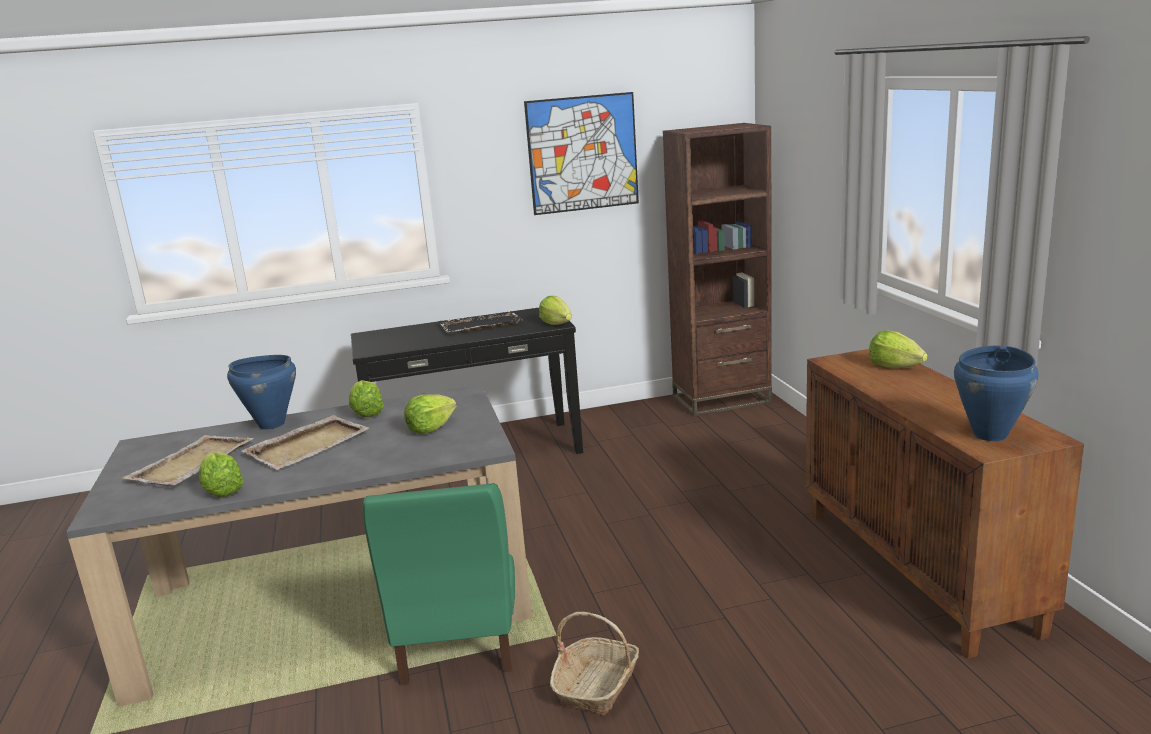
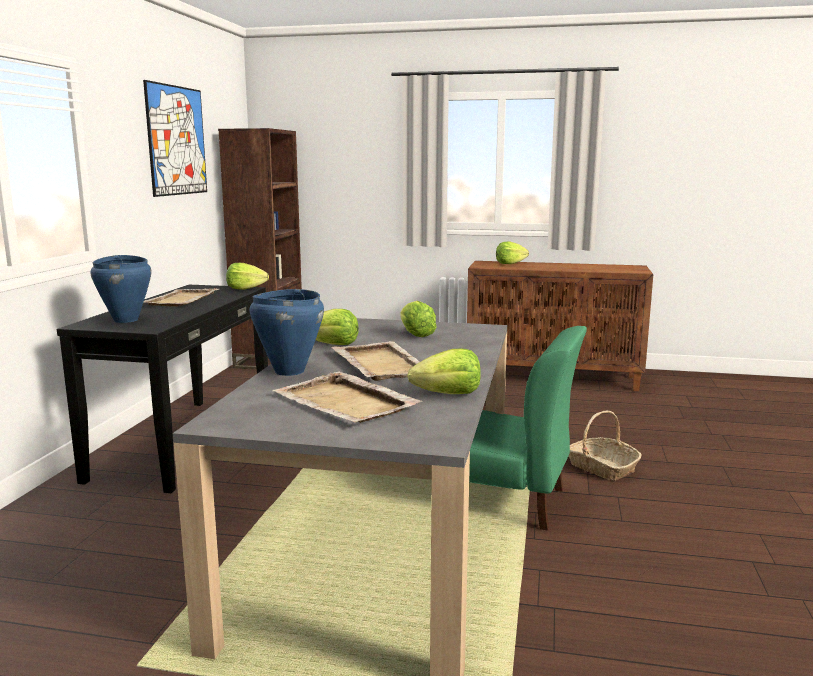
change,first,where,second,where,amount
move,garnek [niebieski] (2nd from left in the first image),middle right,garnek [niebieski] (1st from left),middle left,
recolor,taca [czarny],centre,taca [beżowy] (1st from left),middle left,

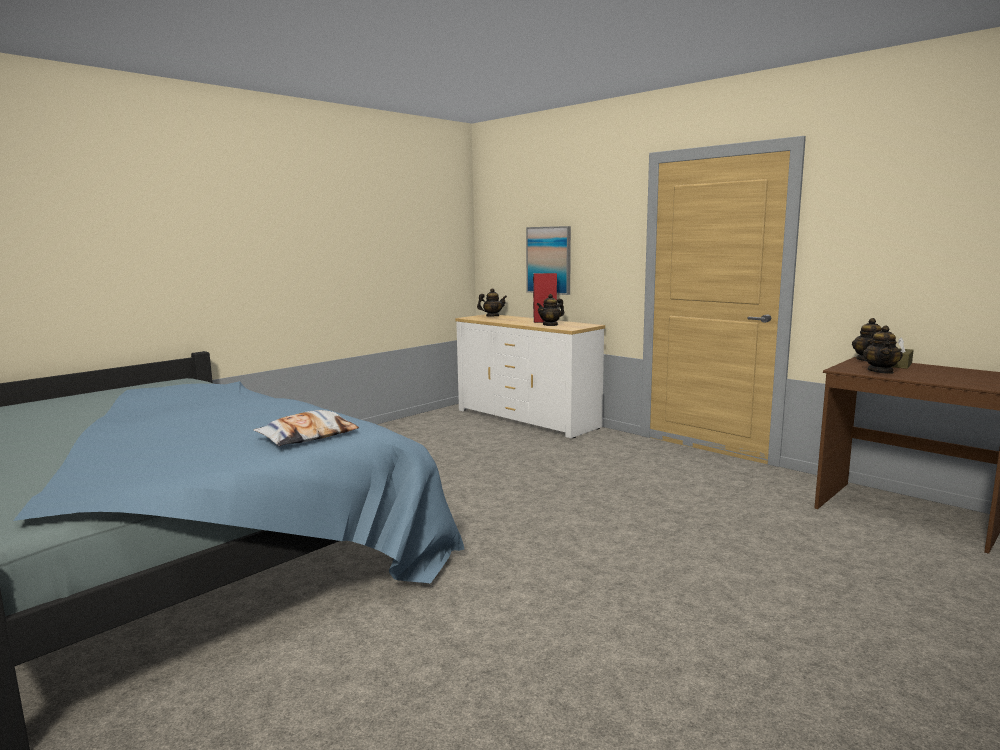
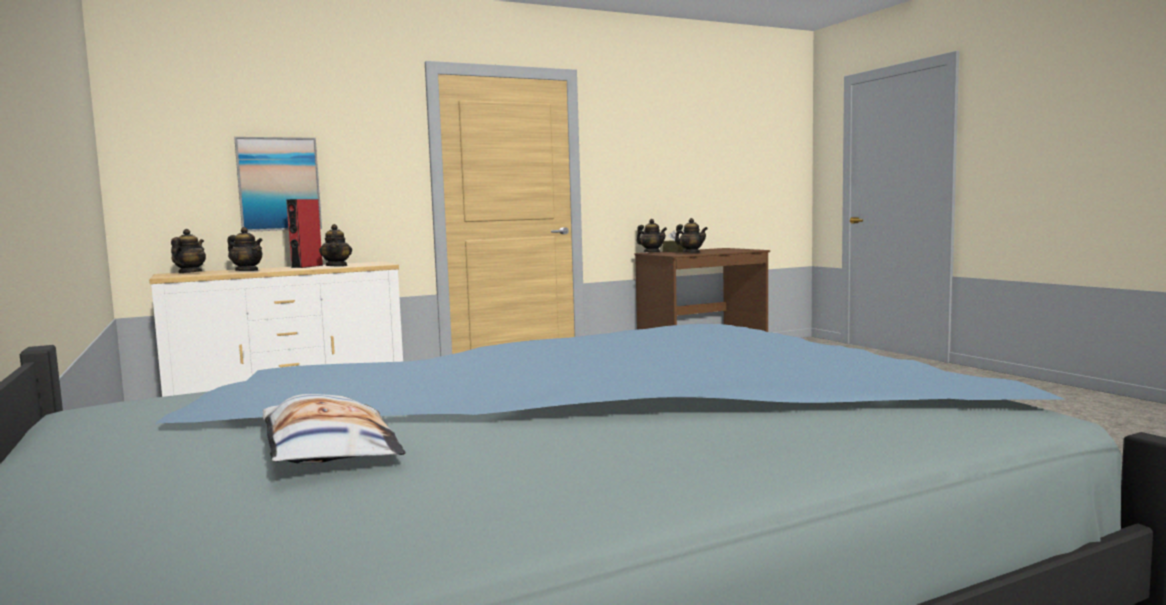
change,first,where,second,where,amount
insert,,,imbryk (2nd from left),middle left,
move,poduszka,middle left,,bottom left,

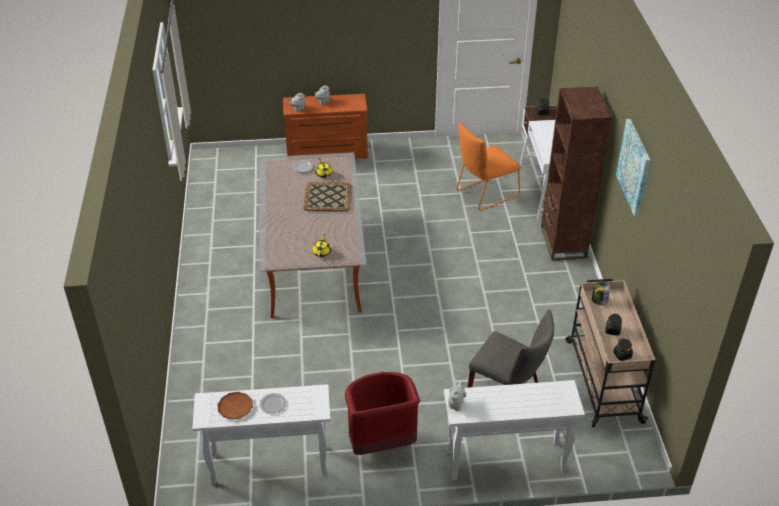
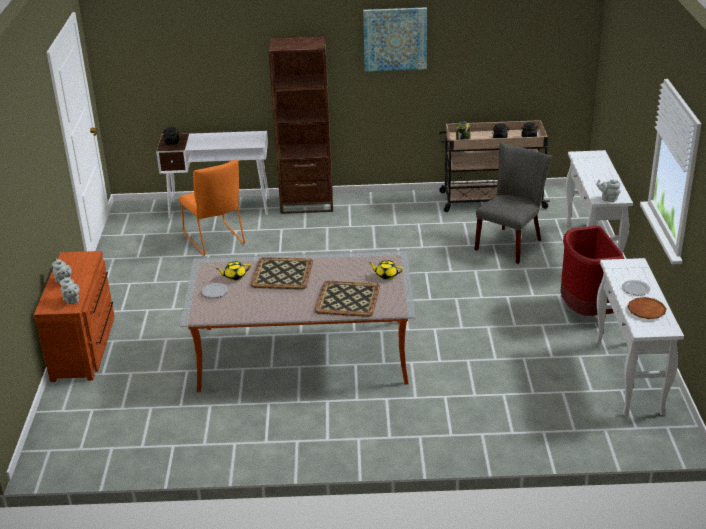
change,first,where,second,where,amount
insert,,,taca (2nd from left),centre,

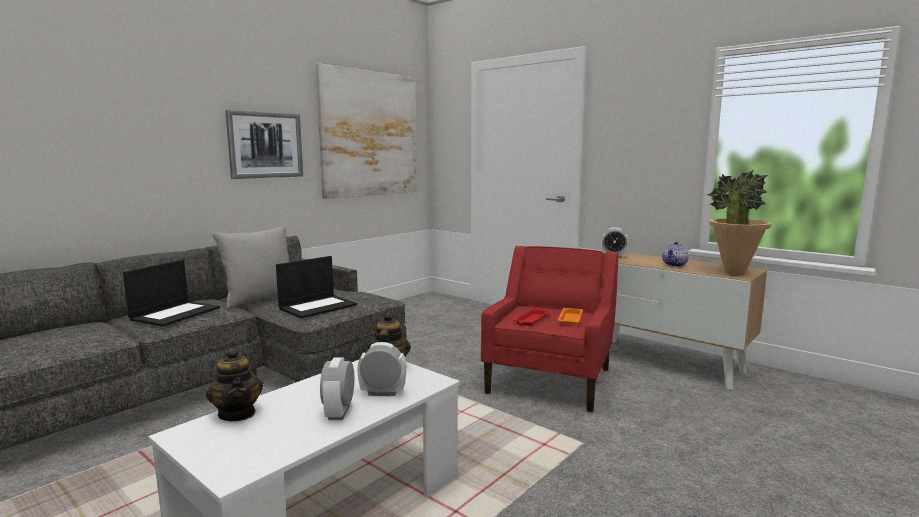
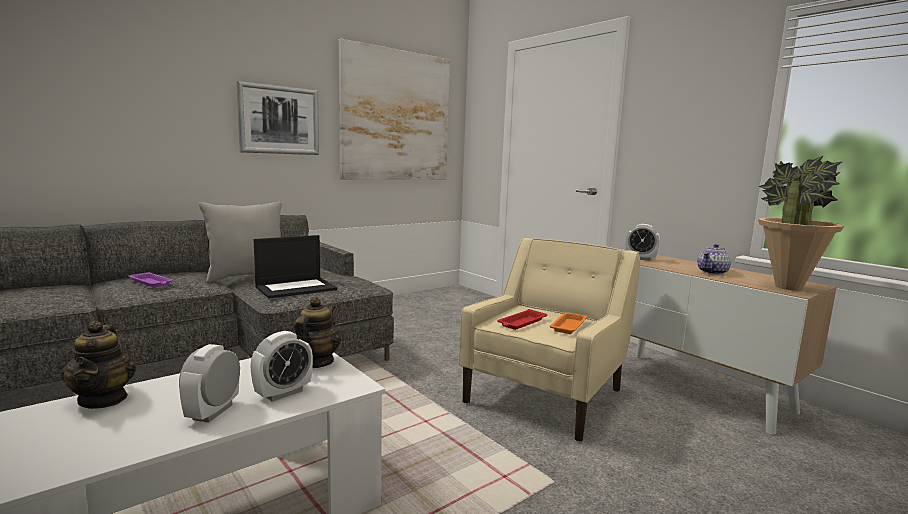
change,first,where,second,where,amount
replace,laptop (1st from left),middle left,taca [fioletowy],middle left,
recolor,fotel [czerwony],centre,fotel [beżowy],centre,
rotate,budzik (2nd from left),bottom centre,,bottom left,120 degrees clockwise

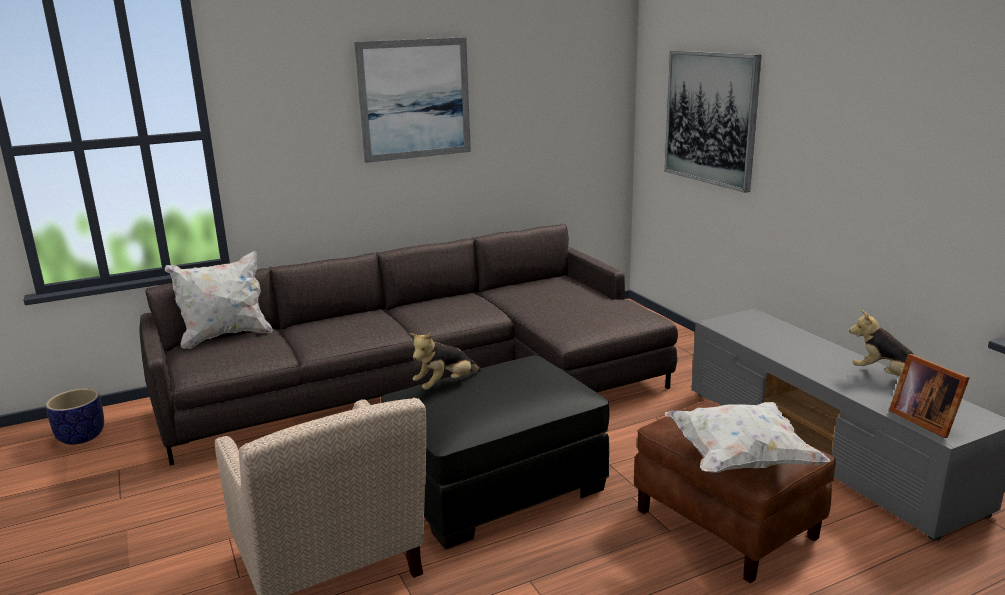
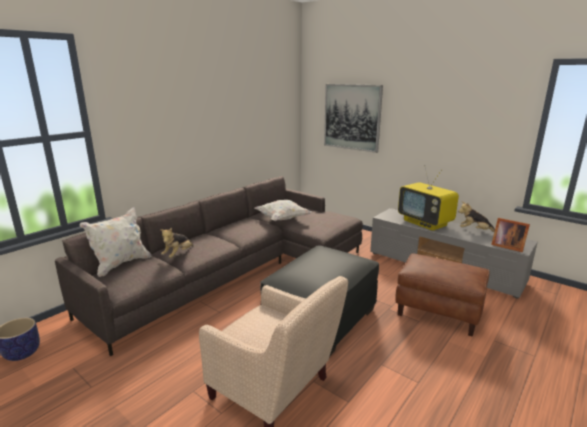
change,first,where,second,where,amount
delete,obraz (1st from left),top centre,,,
insert,,,telewizor,middle right,
move,pluszak (1st from left),centre,,middle left,
move,poduszka [biały] (2nd from left),bottom right,,centre,

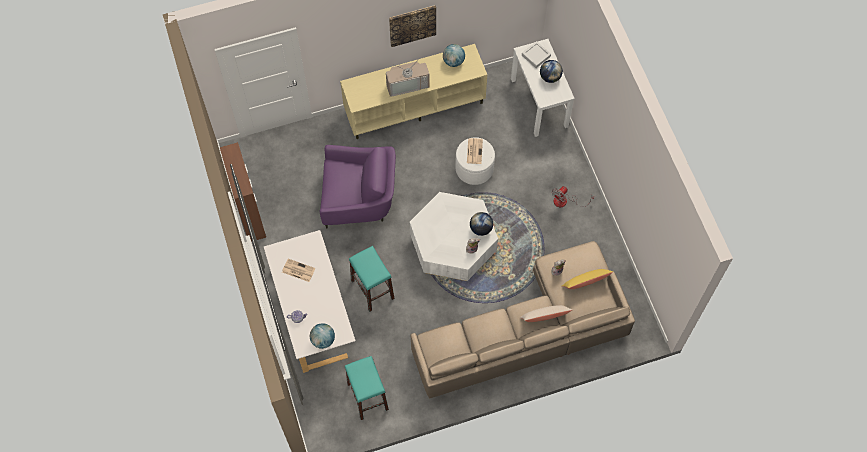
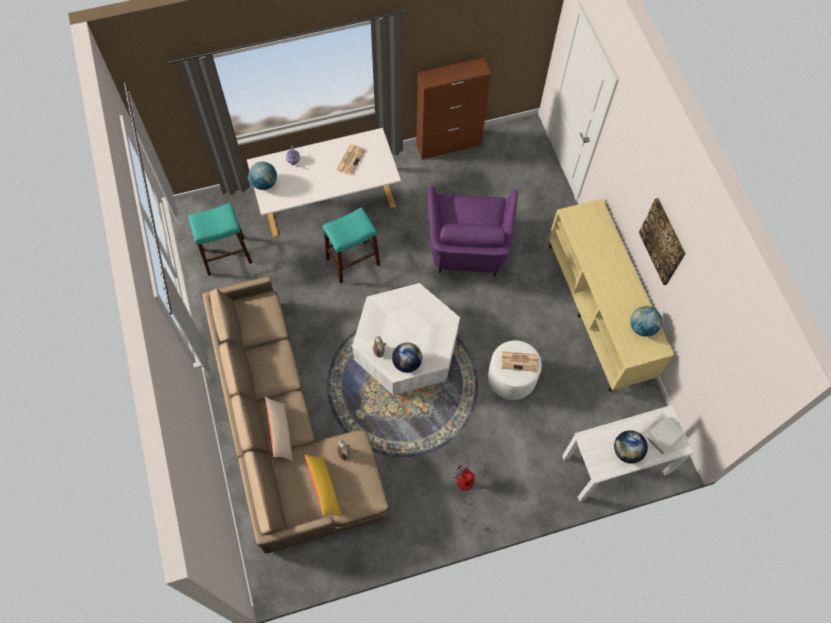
change,first,where,second,where,amount
delete,telewizor,top centre,,,

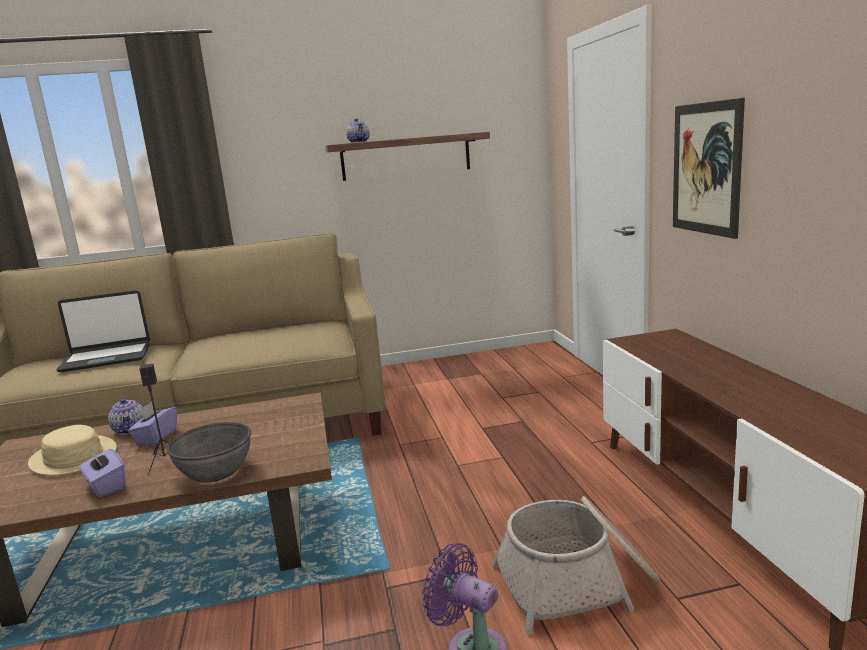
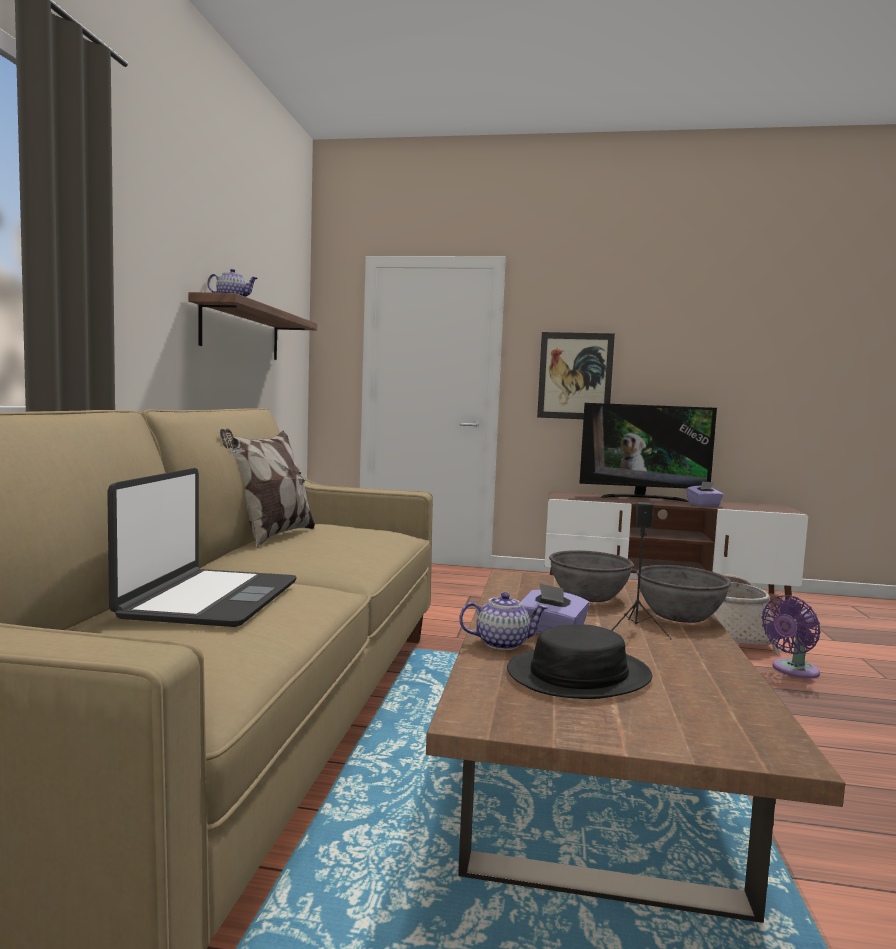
change,first,where,second,where,amount
insert,,,poduszka,middle left,
insert,,,miska [szary] (1st from left),centre,
insert,,,telewizor,middle right,
move,pudełko chusteczek [fioletowy] (1st from left in the first image),bottom left,pudełko chusteczek [fioletowy] (2nd from left),middle right,
recolor,kapelusz [beżowy],bottom left,kapelusz [czarny],bottom centre,

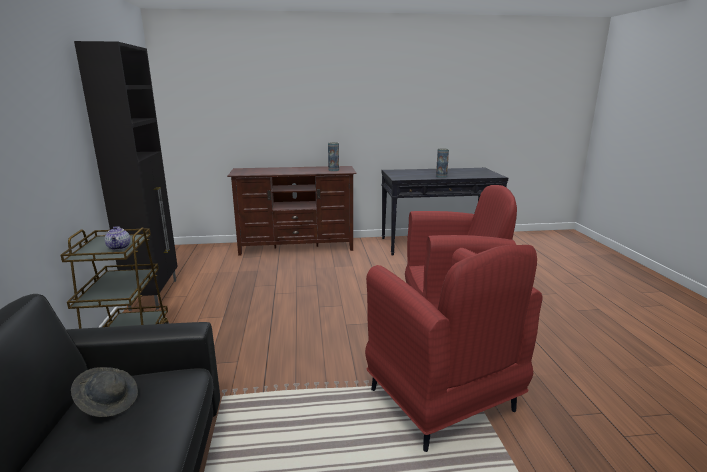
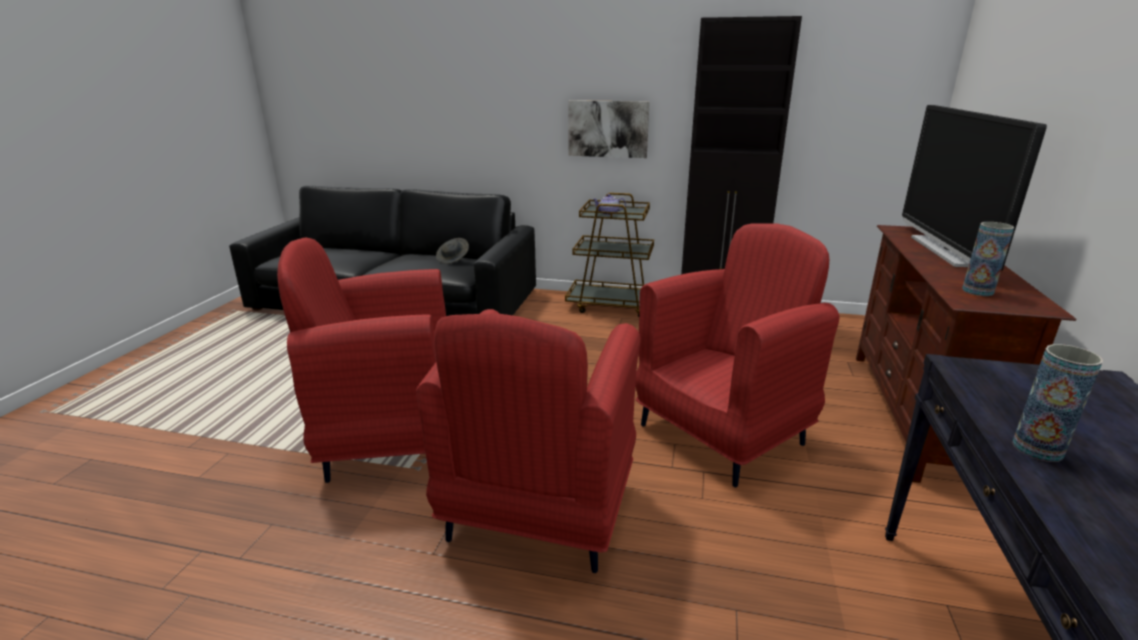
change,first,where,second,where,amount
insert,,,obraz,top centre,
insert,,,fotel [czerwony] (3rd from left),centre,
insert,,,telewizor,top right,

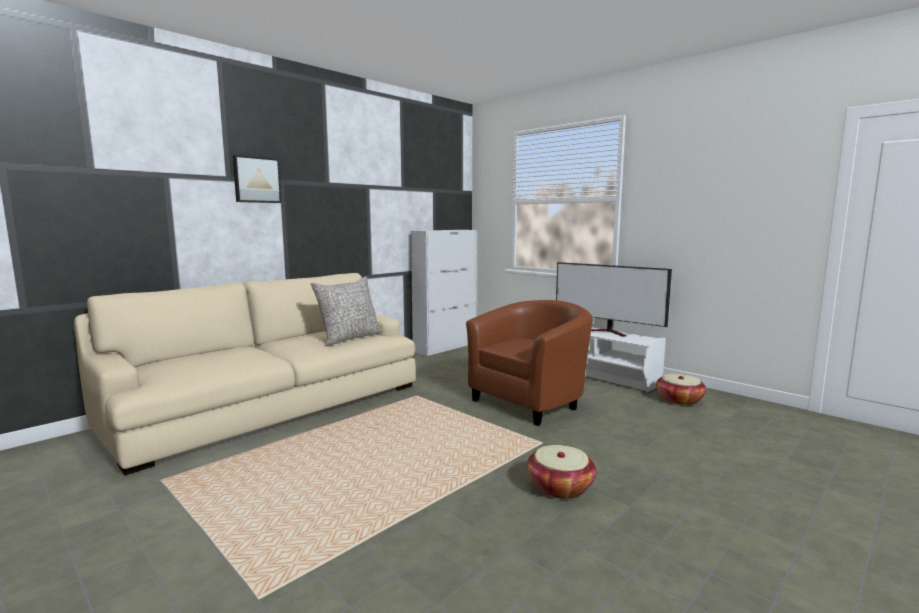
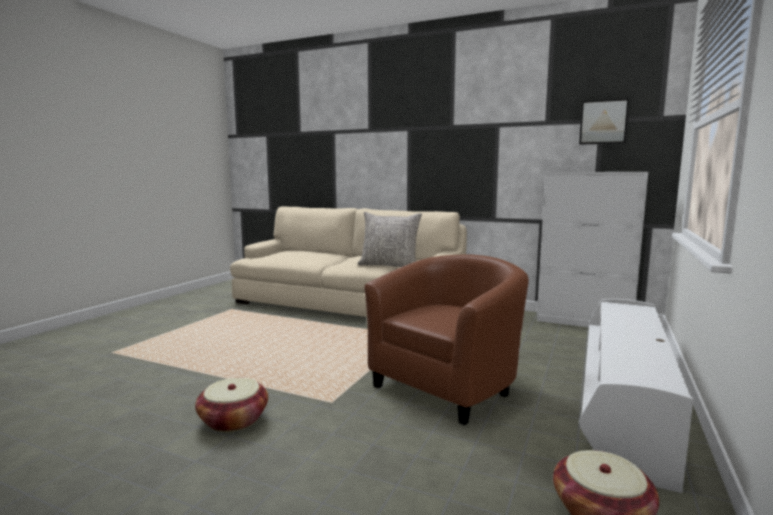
change,first,where,second,where,amount
delete,telewizor,middle right,,,
move,obraz,top left,,top right,
rotate,fotel [brązowy],centre,,centre,75 degrees counterclockwise

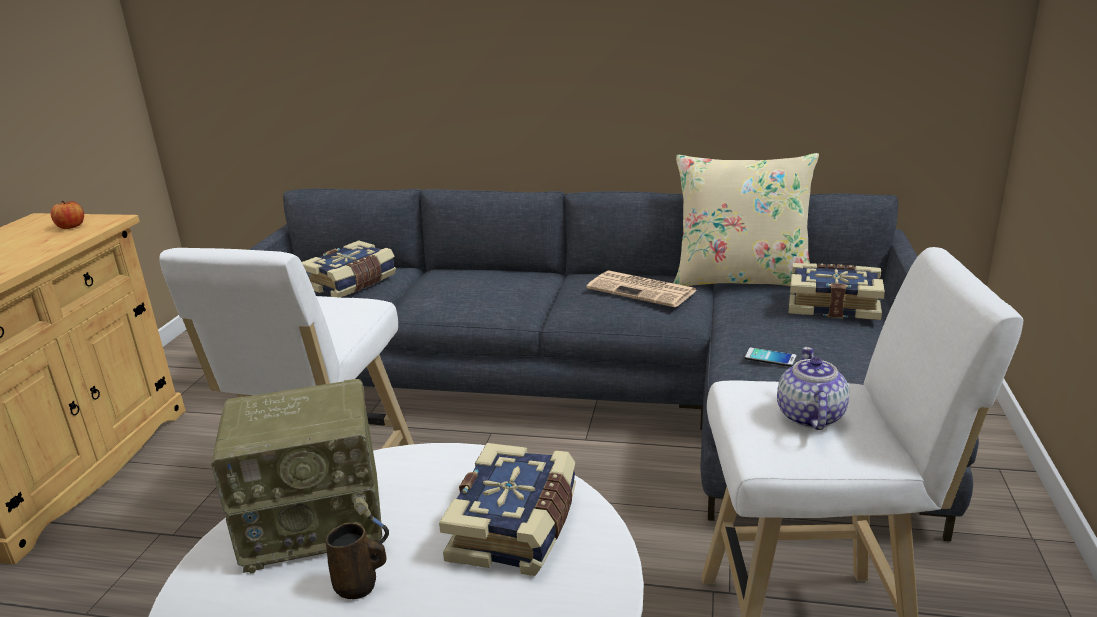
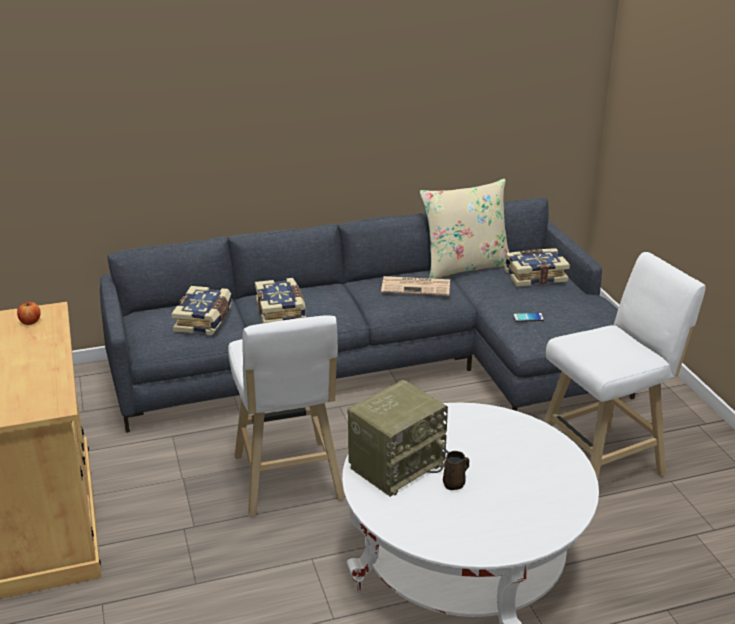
change,first,where,second,where,amount
delete,imbryk,middle right,,,
move,książka (2nd from left),bottom centre,,centre,

